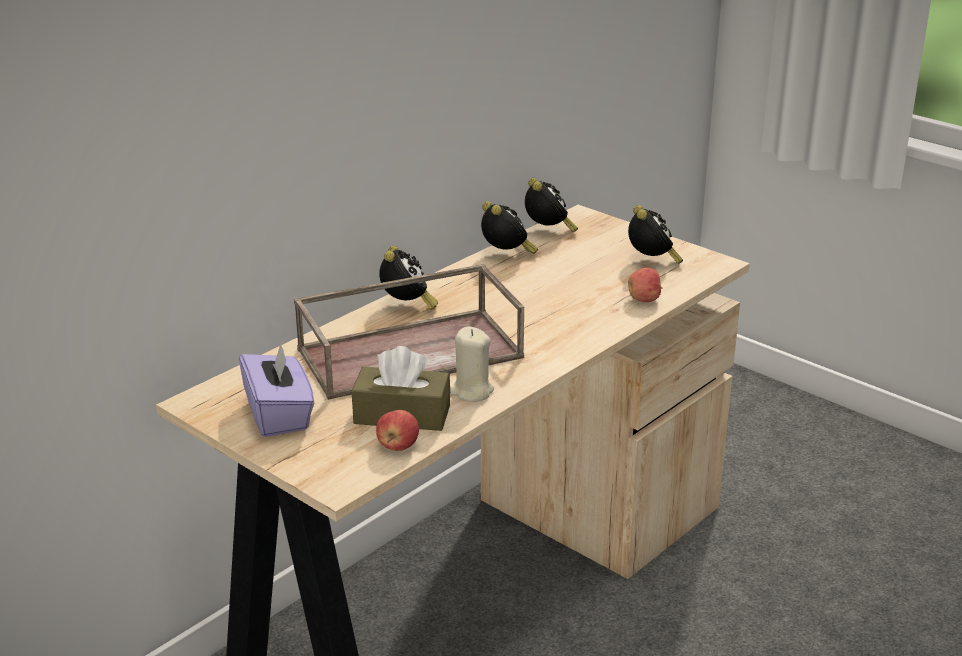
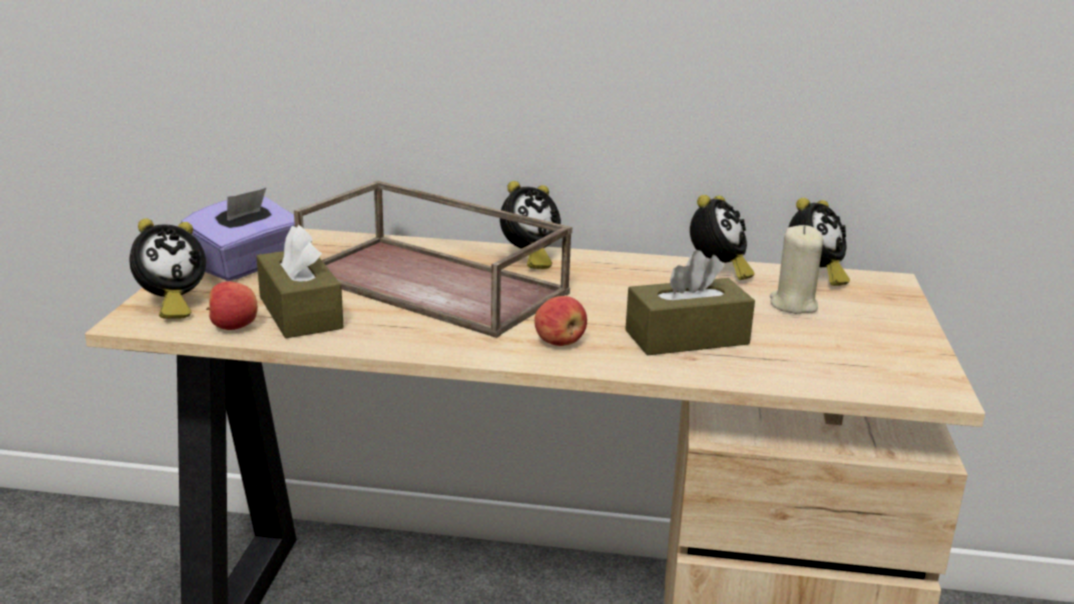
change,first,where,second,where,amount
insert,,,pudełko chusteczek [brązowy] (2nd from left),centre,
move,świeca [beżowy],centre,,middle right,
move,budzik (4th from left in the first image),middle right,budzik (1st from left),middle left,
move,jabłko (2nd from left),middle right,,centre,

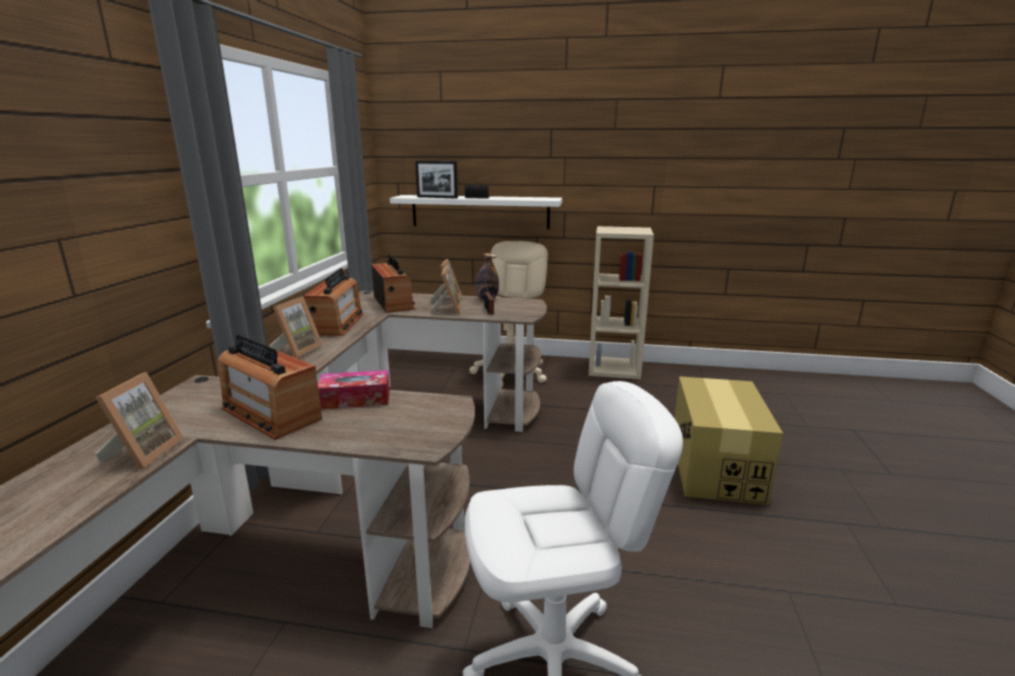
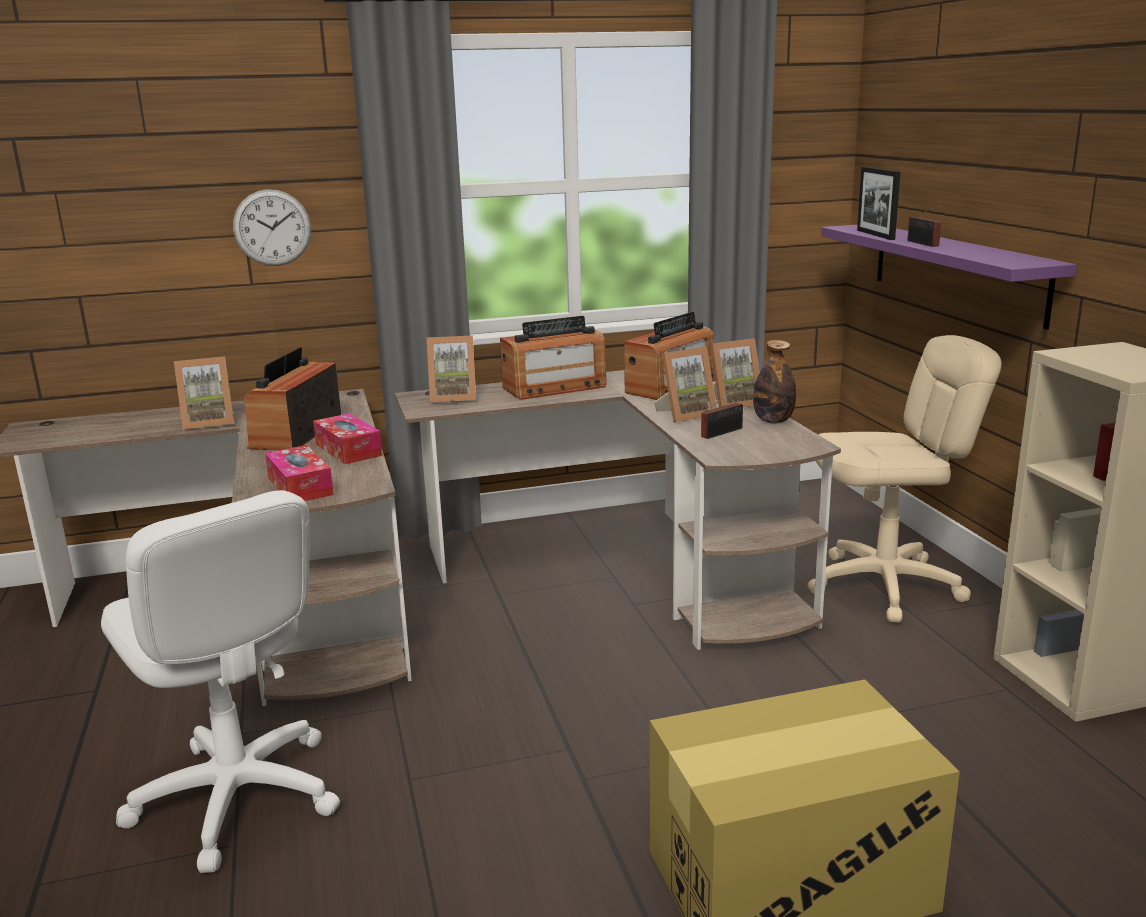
change,first,where,second,where,amount
insert,,,zegar ścienny,top left,
insert,,,pudełko chusteczek (1st from left),middle left,
recolor,półka [biały],top centre,półka [fioletowy],top right,

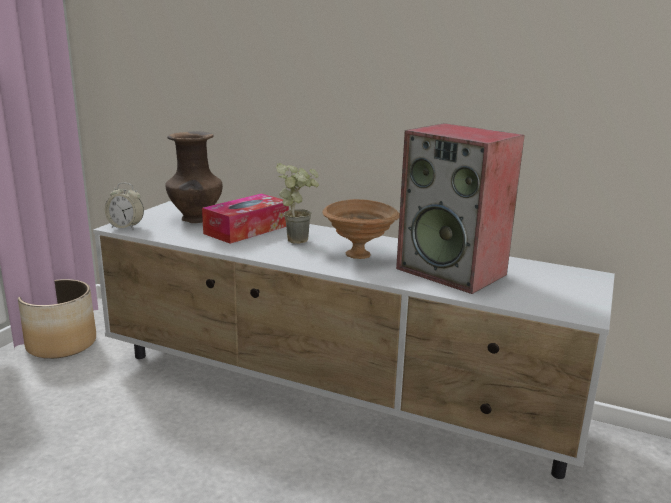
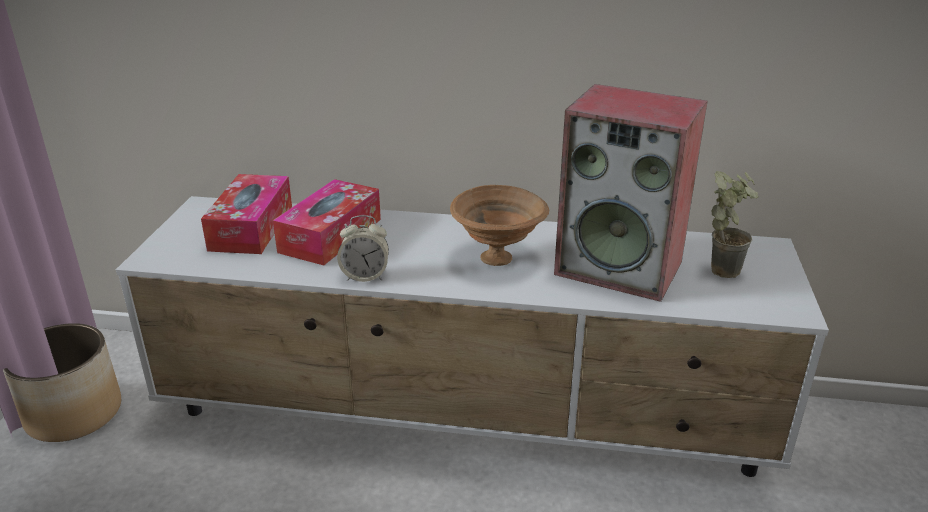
change,first,where,second,where,amount
move,budzik,middle left,,centre,
move,roślina doniczkowa,centre,,middle right,
replace,wazon [brązowy],middle left,pudełko chusteczek (1st from left),middle left,

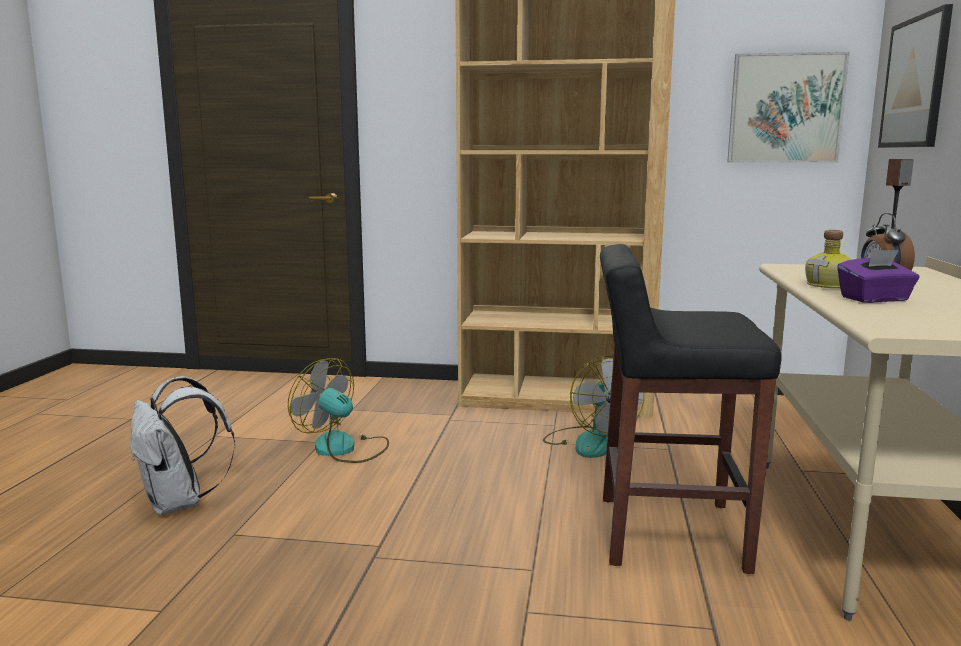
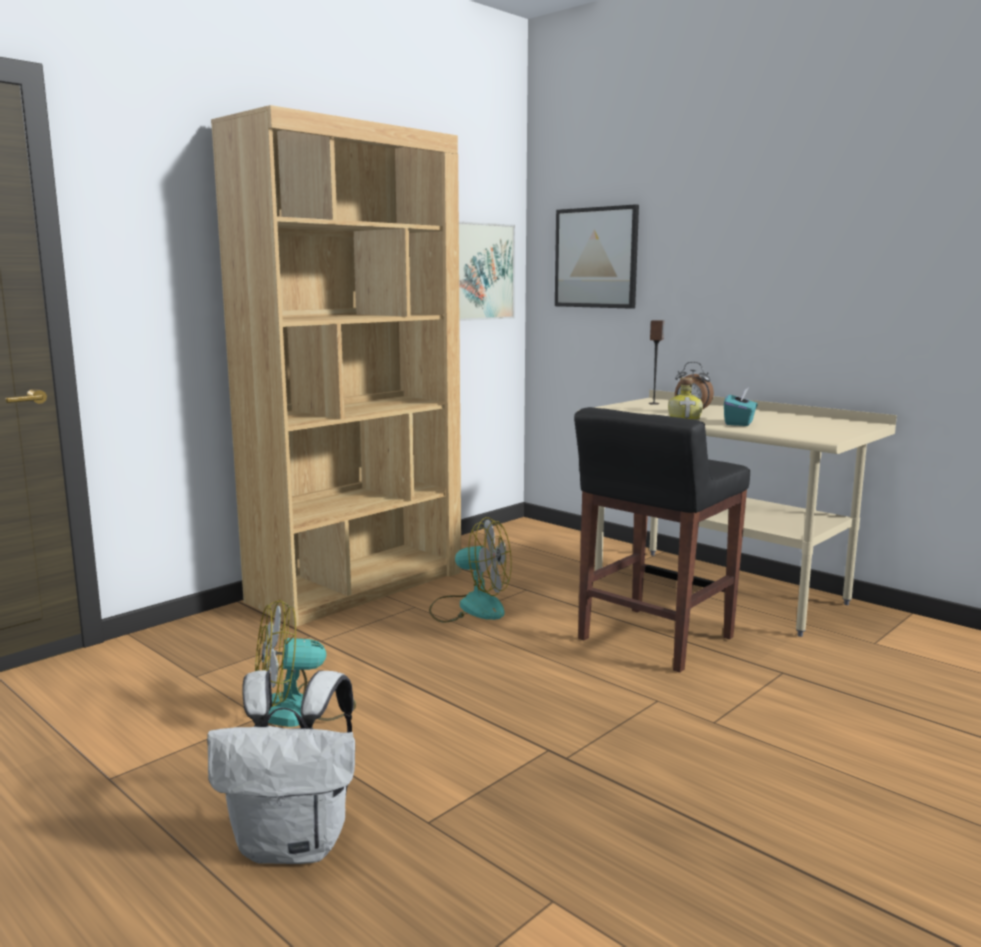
change,first,where,second,where,amount
recolor,pudełko chusteczek [fioletowy],middle right,pudełko chusteczek [turkusowy],middle right,

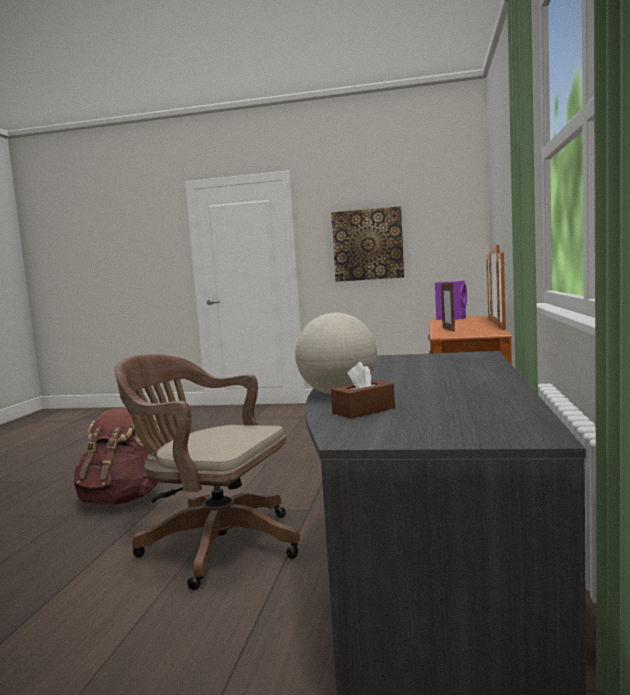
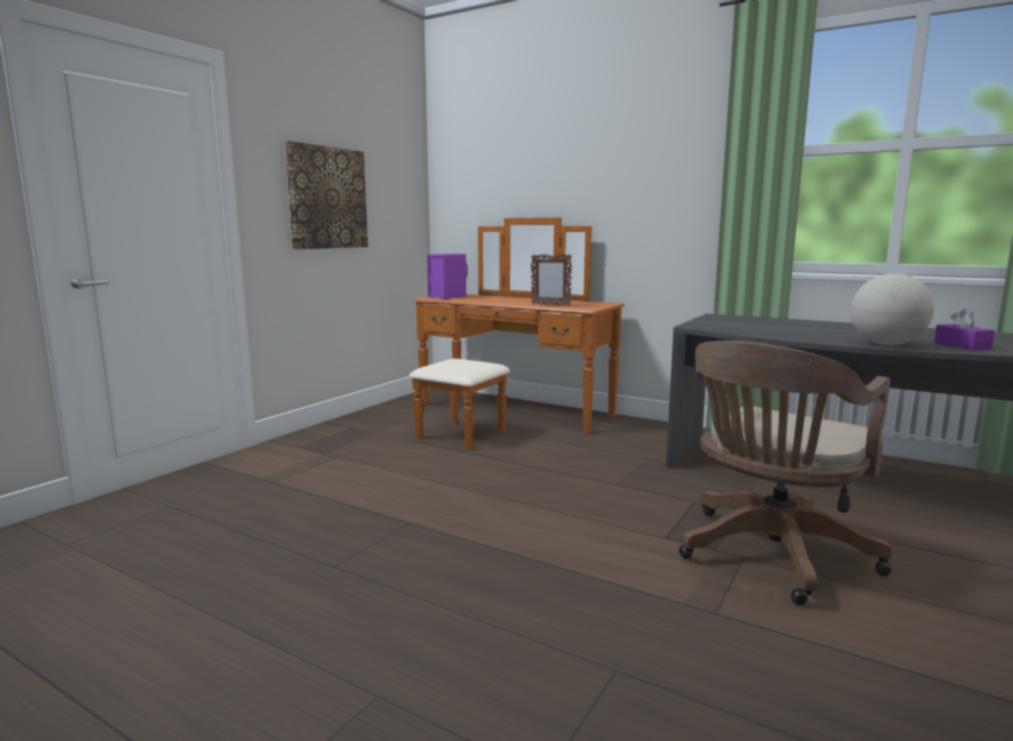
change,first,where,second,where,amount
delete,plecak [brązowy],middle left,,,
recolor,pudełko chusteczek [brązowy],centre,pudełko chusteczek [fioletowy],middle right,

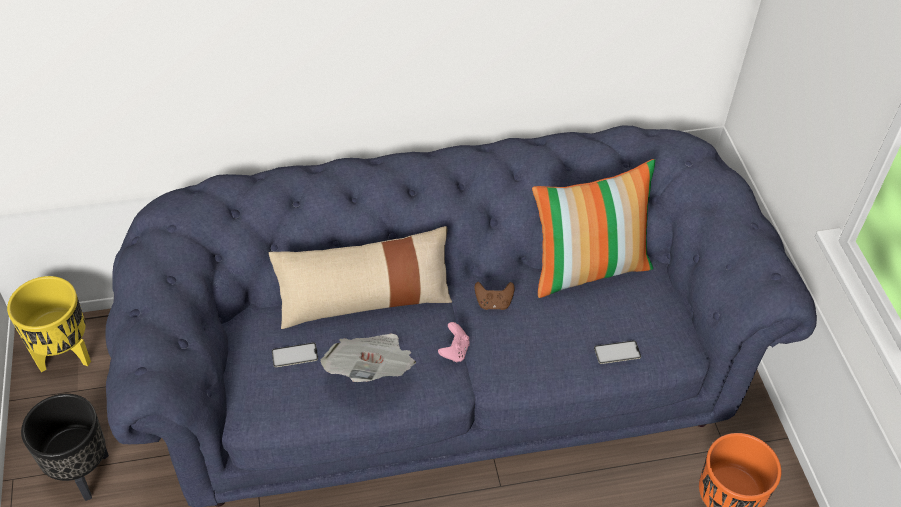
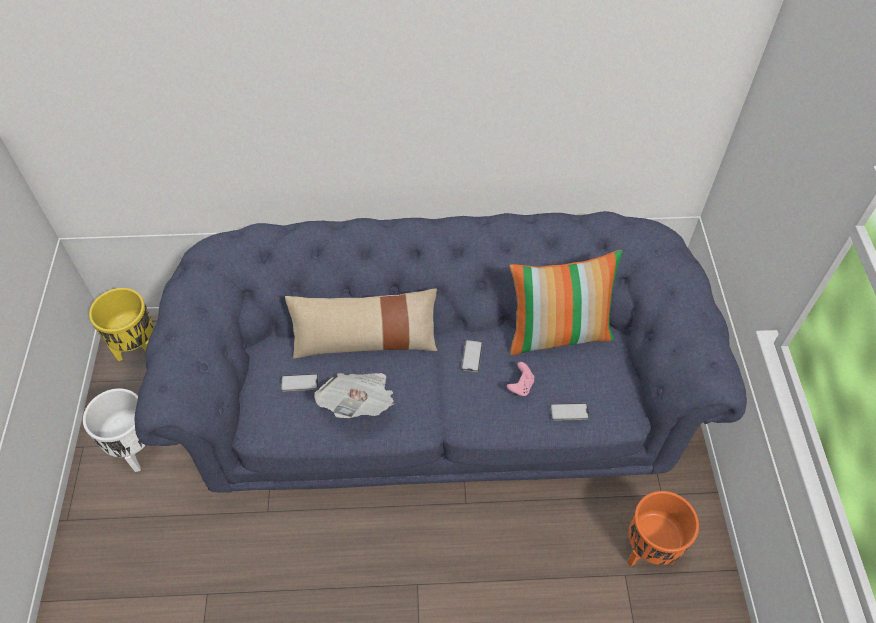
change,first,where,second,where,amount
move,pad do gier [różowy],bottom centre,,centre,
replace,pad do gier [brązowy],centre,telefon (2nd from left),centre,
recolor,donica [czarny],bottom left,donica [biały],bottom left,

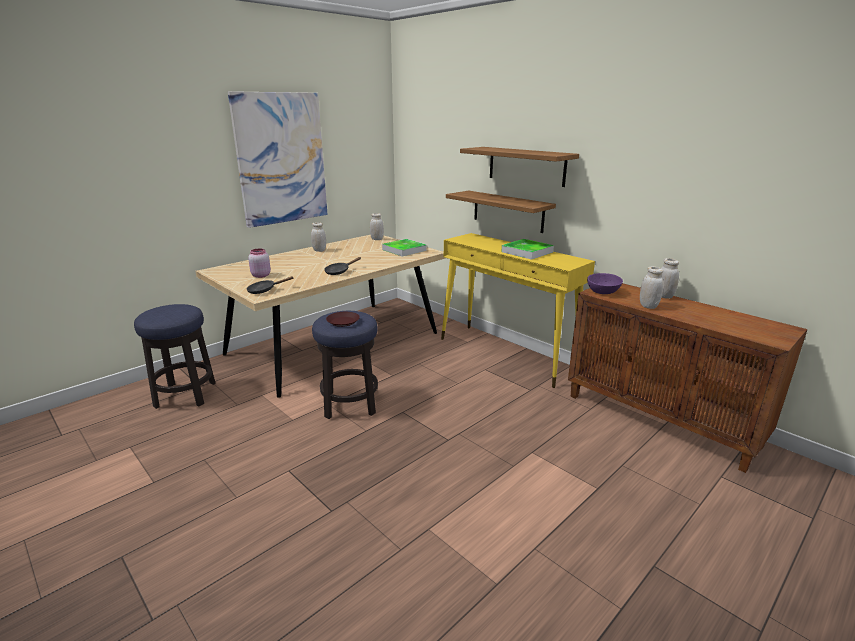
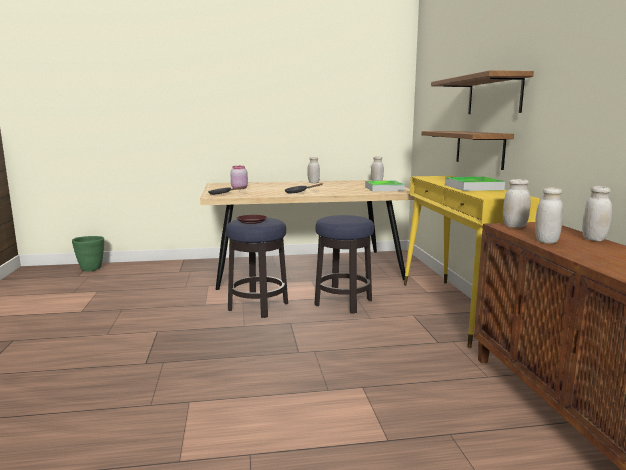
change,first,where,second,where,amount
delete,obraz,top left,,,
insert,,,donica [zielony],middle left,
move,stołek (1st from left in the first image),middle left,stołek (2nd from left),centre,
replace,miska [fioletowy],middle right,słoik [biały] (3rd from left),middle right,

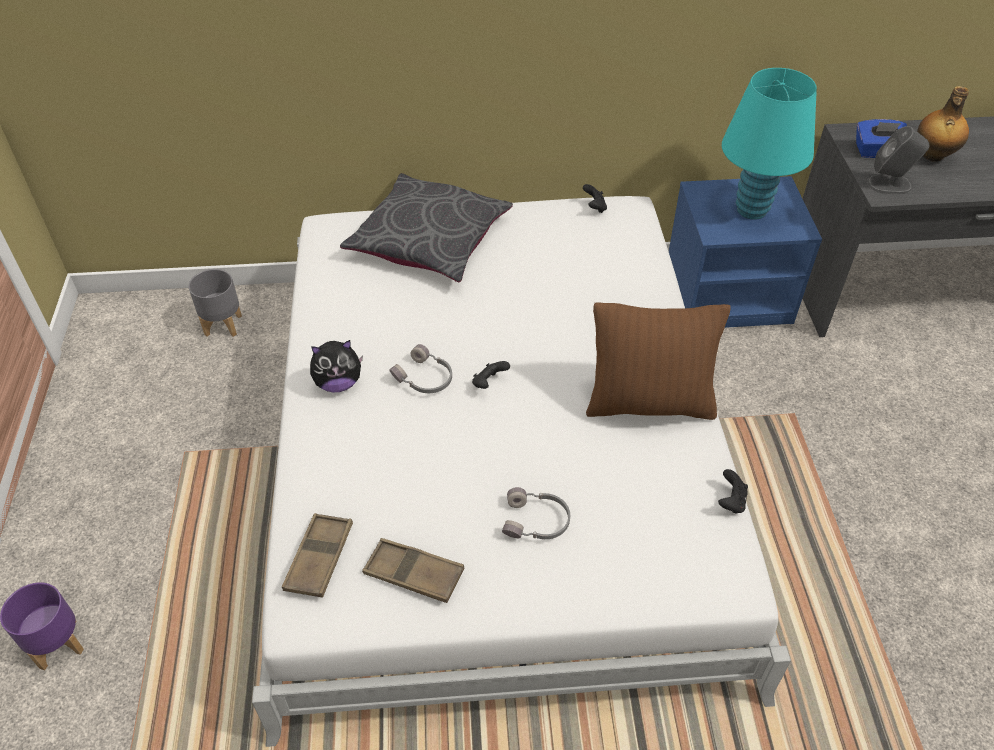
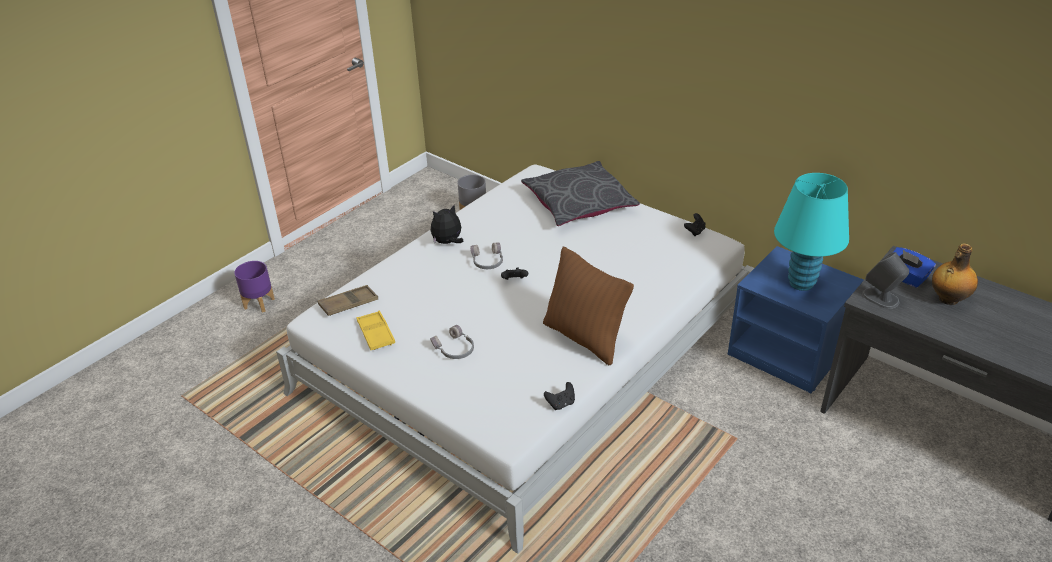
change,first,where,second,where,amount
recolor,taca [brązowy] (2nd from left),bottom centre,taca [żółty],centre,
rotate,pluszak,centre,,centre,120 degrees clockwise

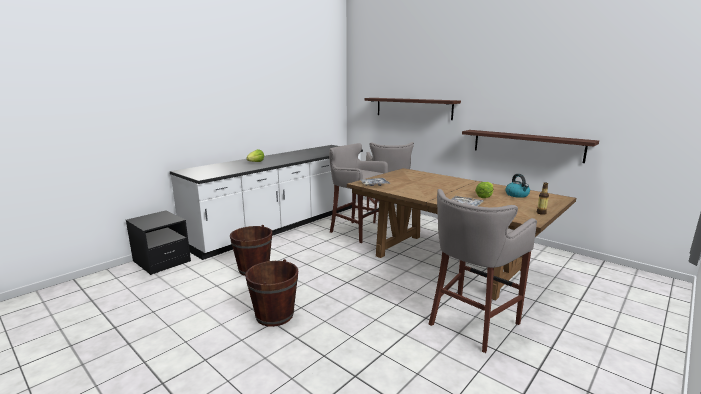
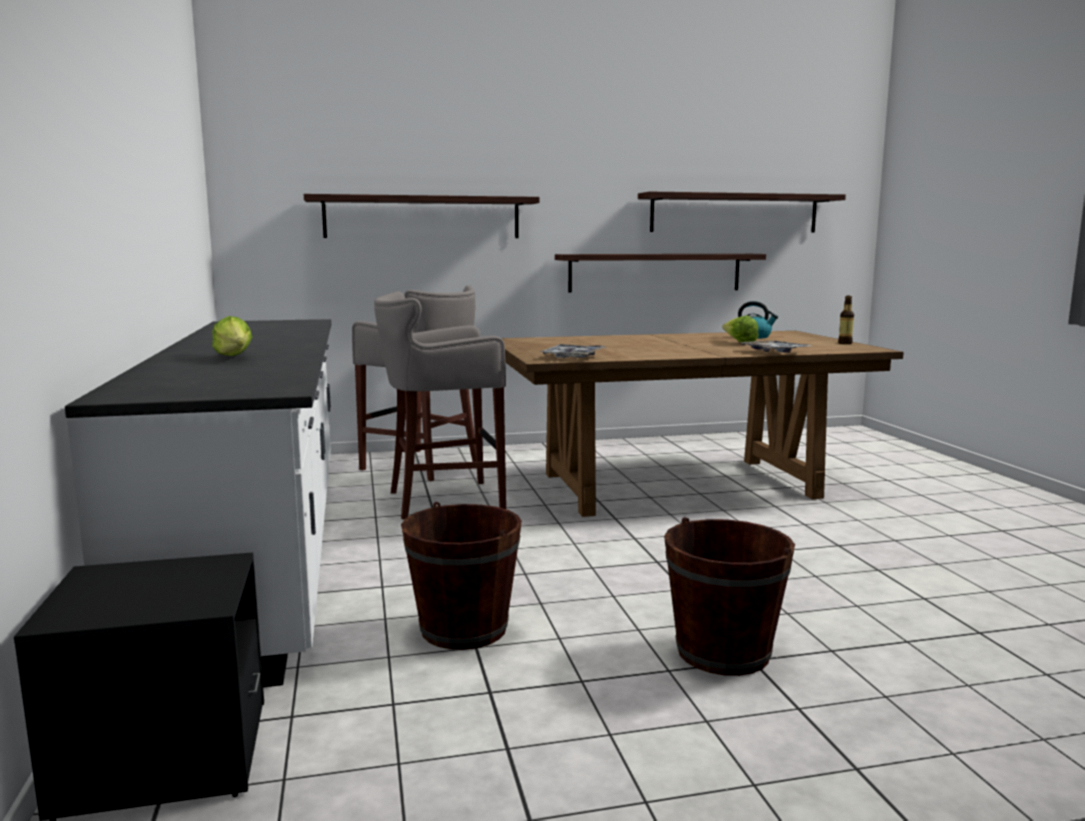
change,first,where,second,where,amount
delete,stołek [szary] (3rd from left),bottom right,,,
insert,,,półka (3rd from left),top right,

